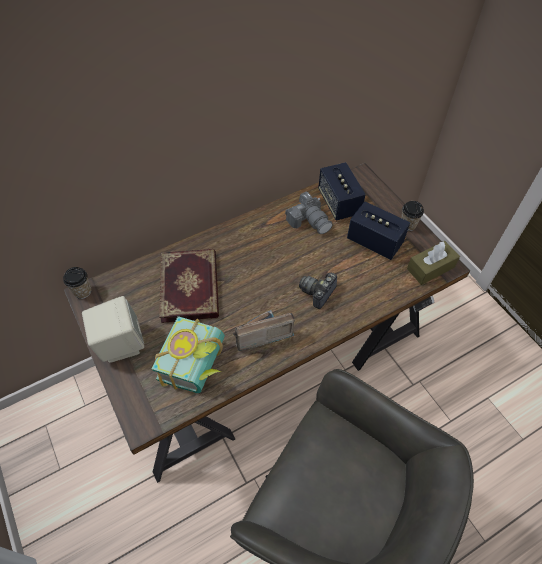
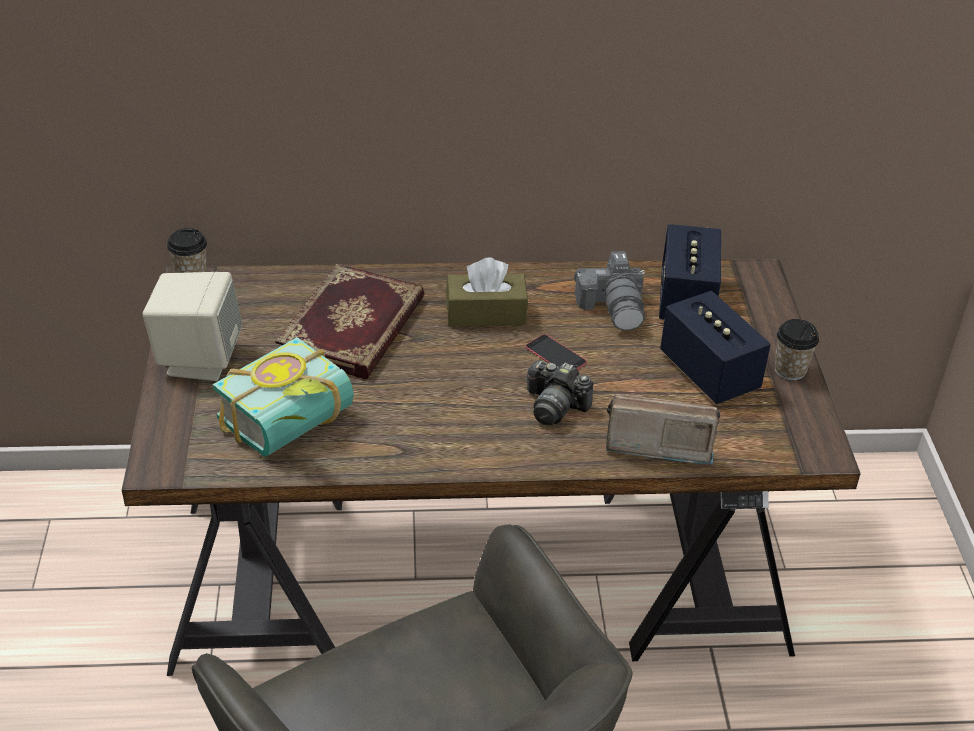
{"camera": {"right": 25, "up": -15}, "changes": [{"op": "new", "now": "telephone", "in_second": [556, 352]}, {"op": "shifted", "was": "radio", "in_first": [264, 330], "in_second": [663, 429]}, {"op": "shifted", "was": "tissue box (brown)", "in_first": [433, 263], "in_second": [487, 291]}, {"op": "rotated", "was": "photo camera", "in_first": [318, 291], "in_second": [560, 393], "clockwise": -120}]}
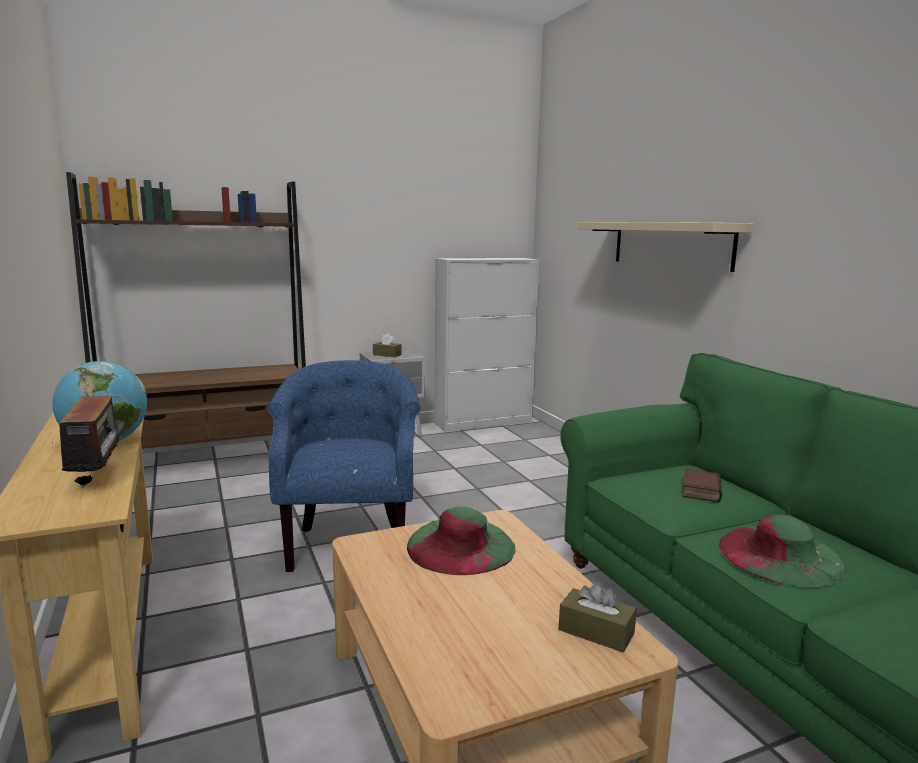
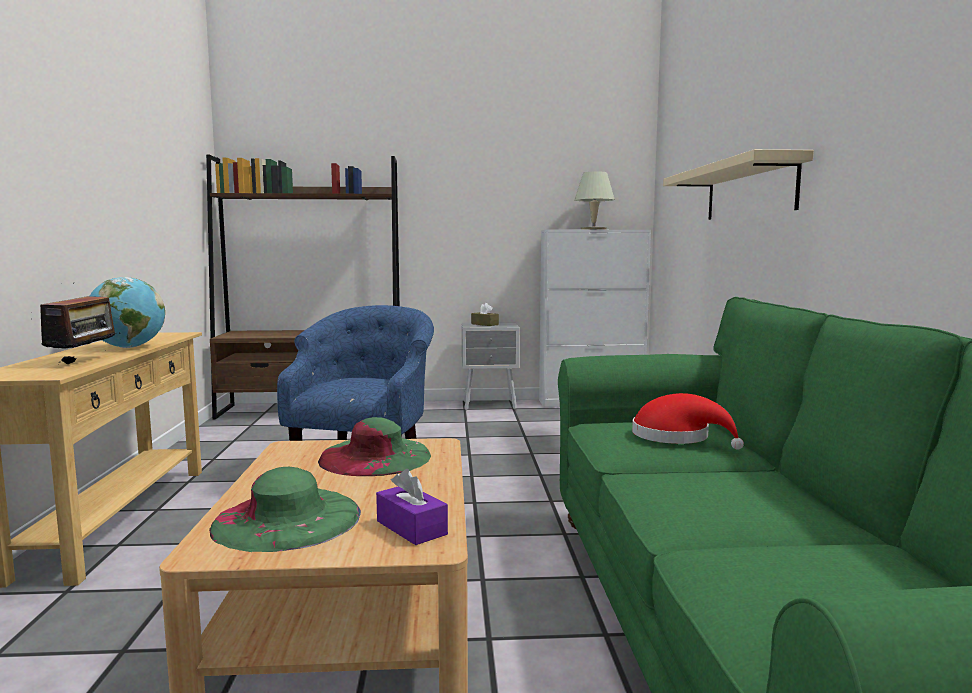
{"camera": {"right": 20, "up": -5}, "changes": [{"op": "new", "now": "tabletop lamp (sand-coloured)", "in_second": [594, 200]}, {"op": "shifted", "was": "wearable hat (green-coloured)", "in_first": [783, 550], "in_second": [285, 509]}, {"op": "swapped", "was": "book", "now": "wearable hat (red-coloured)", "in_first": [702, 485], "in_second": [688, 421]}, {"op": "repainted", "was": "tissue box (brown)", "now": "tissue box (purplish)", "in_first": [598, 616], "in_second": [412, 507]}]}
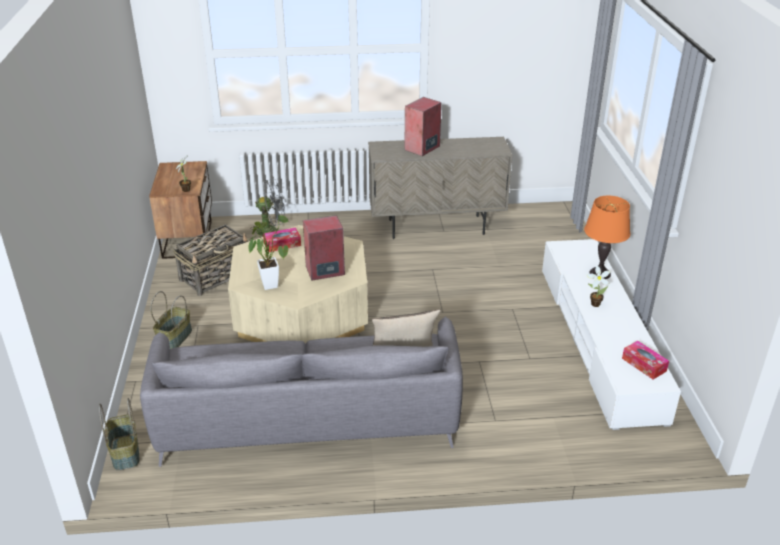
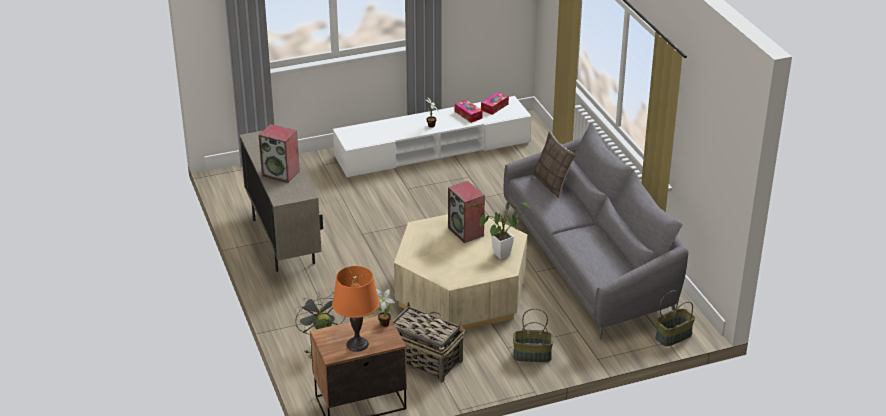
{"camera": {"right": -105, "up": 0}, "changes": [{"op": "shifted", "was": "tissue box", "in_first": [282, 239], "in_second": [469, 111]}, {"op": "shifted", "was": "tabletop lamp (orange)", "in_first": [607, 237], "in_second": [356, 309]}]}
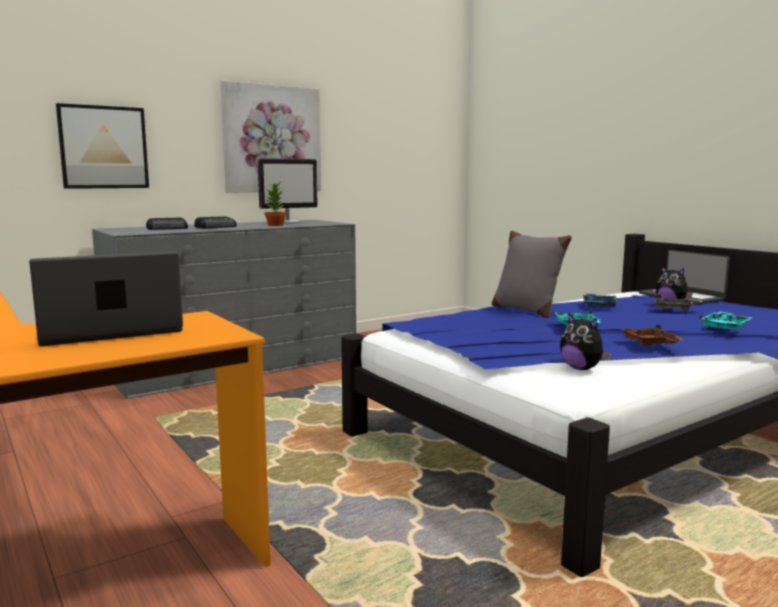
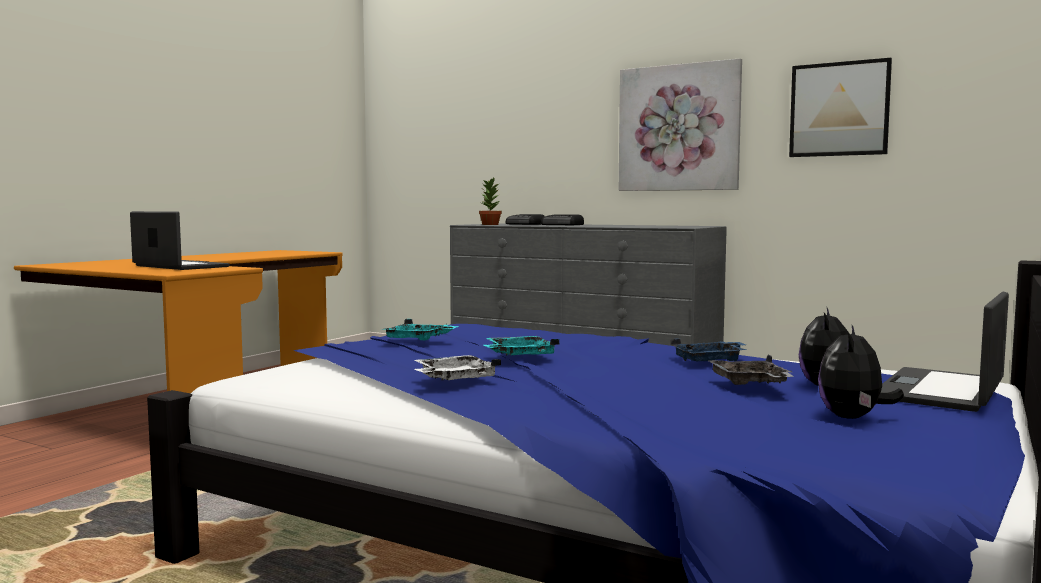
{"camera": {"right": 65, "up": -5}, "changes": [{"op": "gone", "was": "computer display", "in_first": [288, 191]}, {"op": "gone", "was": "cushion (grey)", "in_first": [532, 274]}, {"op": "shifted", "was": "picture", "in_first": [102, 146], "in_second": [840, 107]}, {"op": "shifted", "was": "potted plant", "in_first": [275, 204], "in_second": [490, 201]}, {"op": "shifted", "was": "soft toy", "in_first": [585, 341], "in_second": [861, 371]}, {"op": "shifted", "was": "carrying tray (turquoise-coloured)", "in_first": [726, 321], "in_second": [420, 330]}, {"op": "repainted", "was": "carrying tray (brown)", "now": "carrying tray (whitish)", "in_first": [652, 334], "in_second": [458, 367]}]}
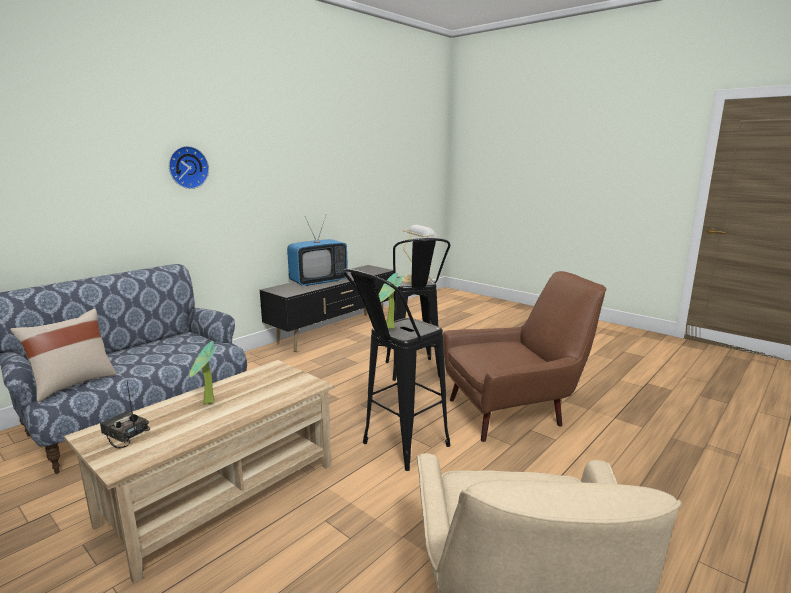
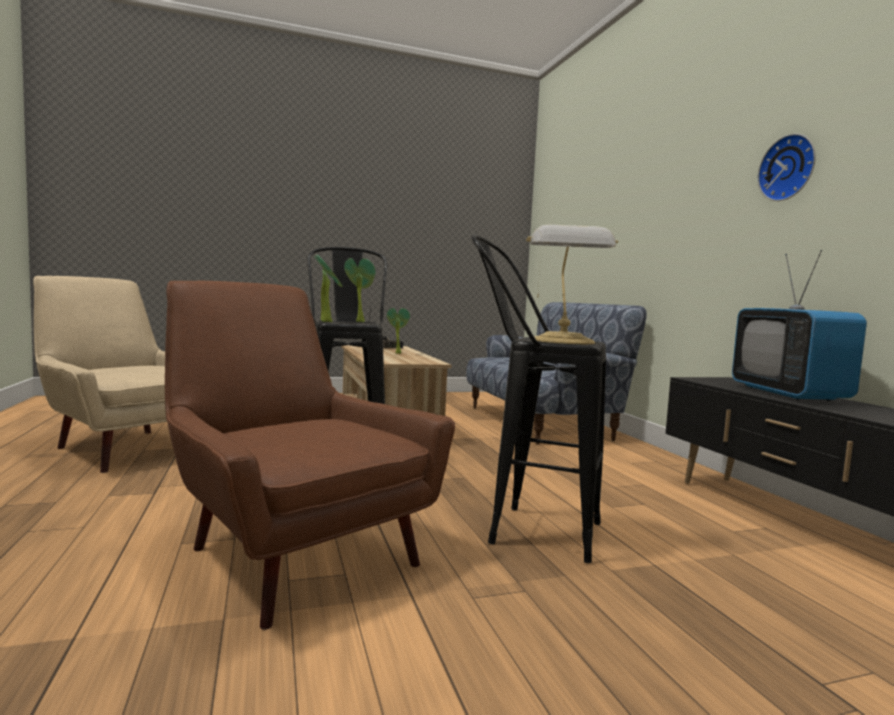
{"camera": {"right": 120, "up": -10}, "changes": [{"op": "gone", "was": "cushion (sand-coloured)", "in_first": [63, 355]}, {"op": "new", "now": "potted plant", "in_second": [328, 288]}, {"op": "shifted", "was": "hanging clock", "in_first": [189, 167], "in_second": [787, 167]}, {"op": "rotated", "was": "armchair (brown)", "in_first": [525, 356], "in_second": [310, 455], "clockwise": 120}]}
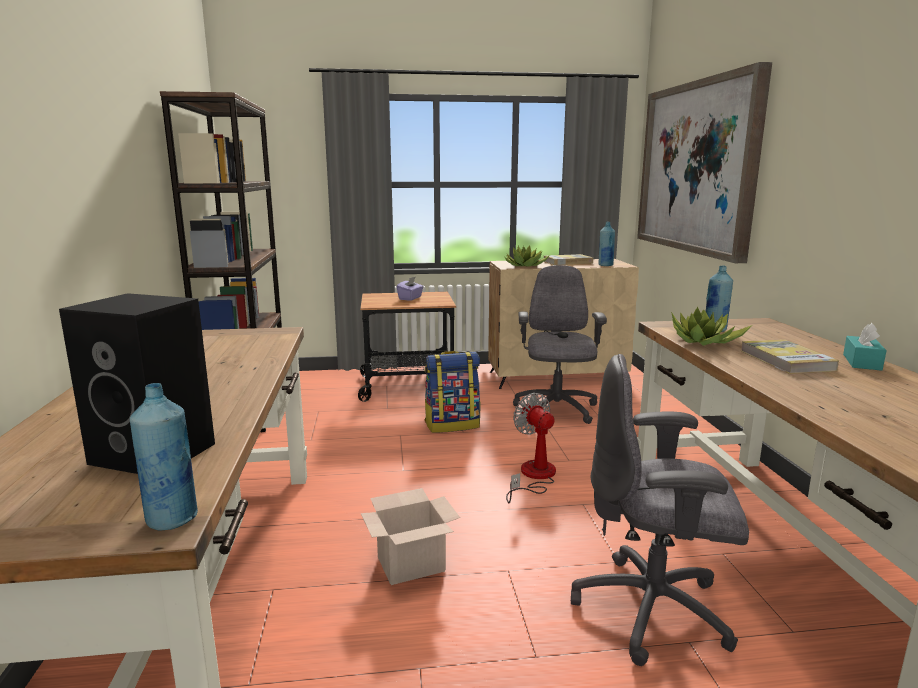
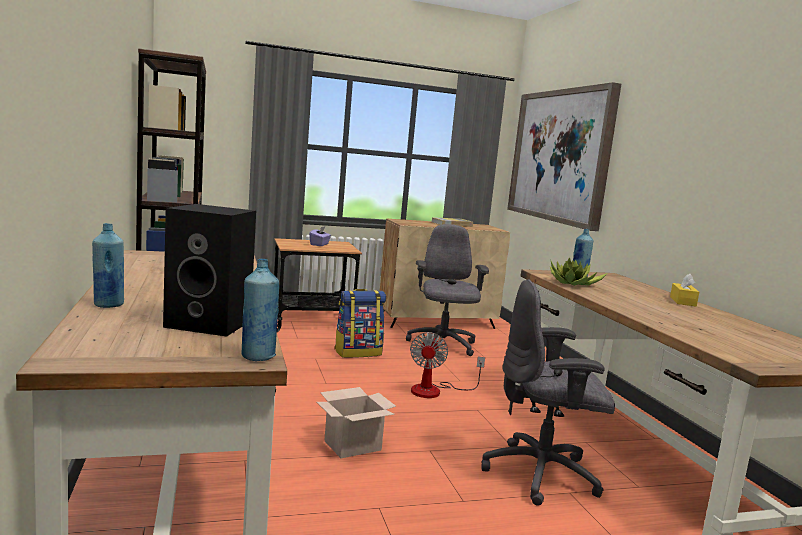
{"camera": {"right": -10, "up": -5}, "changes": [{"op": "gone", "was": "potted plant", "in_first": [528, 255]}, {"op": "gone", "was": "book", "in_first": [790, 356]}, {"op": "shifted", "was": "bottle (blue)", "in_first": [607, 244], "in_second": [108, 265]}, {"op": "repainted", "was": "tissue box (turquoise-coloured)", "now": "tissue box (yellow-coloured)", "in_first": [865, 347], "in_second": [684, 289]}, {"op": "rotated", "was": "fan", "in_first": [531, 448], "in_second": [447, 365], "clockwise": -135}]}
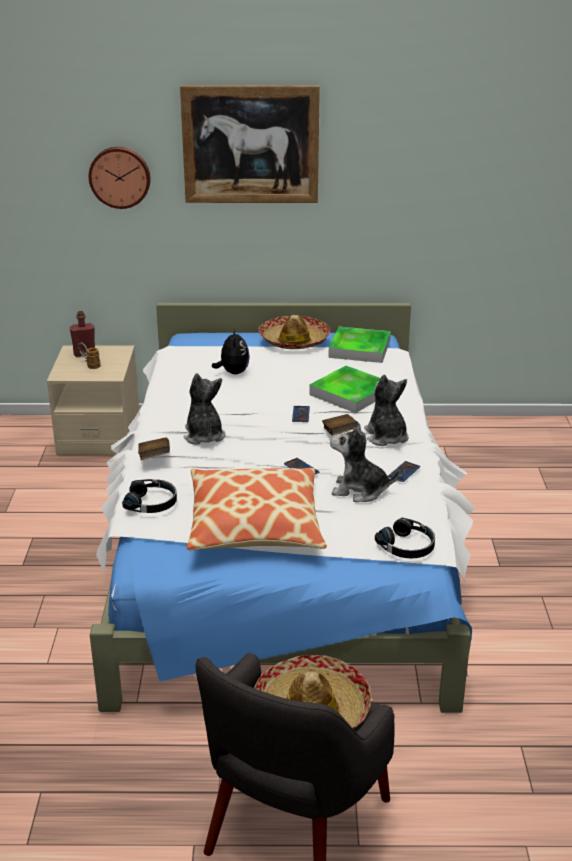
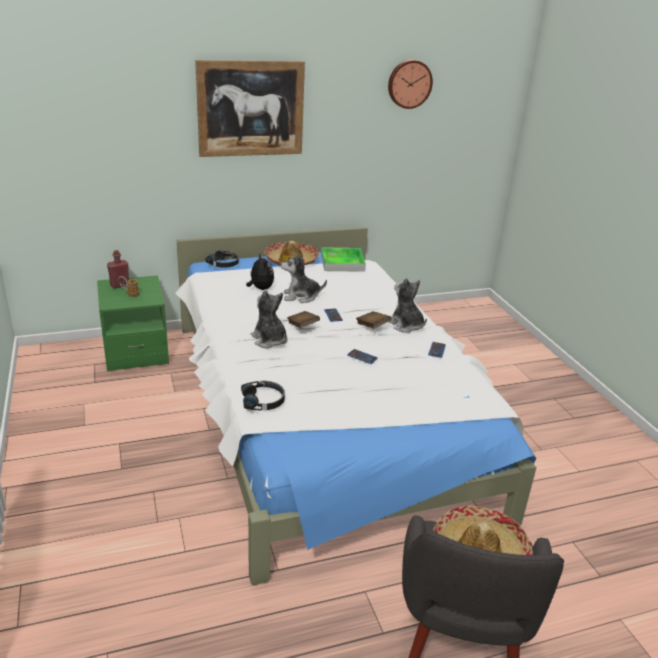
{"camera": {"right": -20, "up": 0}, "changes": [{"op": "gone", "was": "cushion", "in_first": [257, 509]}, {"op": "gone", "was": "carrying tray", "in_first": [344, 389]}, {"op": "shifted", "was": "hanging clock", "in_first": [119, 178], "in_second": [410, 84]}, {"op": "shifted", "was": "book (brown)", "in_first": [154, 448], "in_second": [303, 319]}, {"op": "shifted", "was": "soft toy", "in_first": [364, 462], "in_second": [304, 277]}, {"op": "shifted", "was": "pair of headphones (black)", "in_first": [405, 538], "in_second": [222, 259]}, {"op": "repainted", "was": "night table (sand-coloured)", "now": "night table (green-coloured)", "in_first": [93, 400], "in_second": [133, 323]}]}
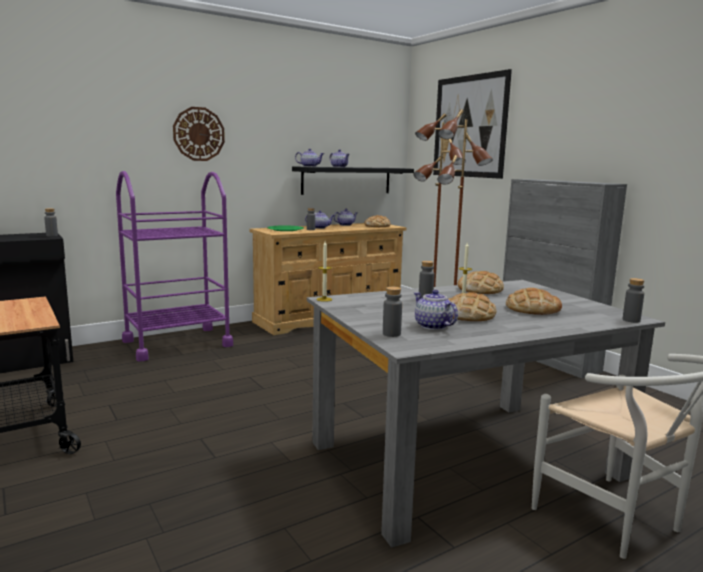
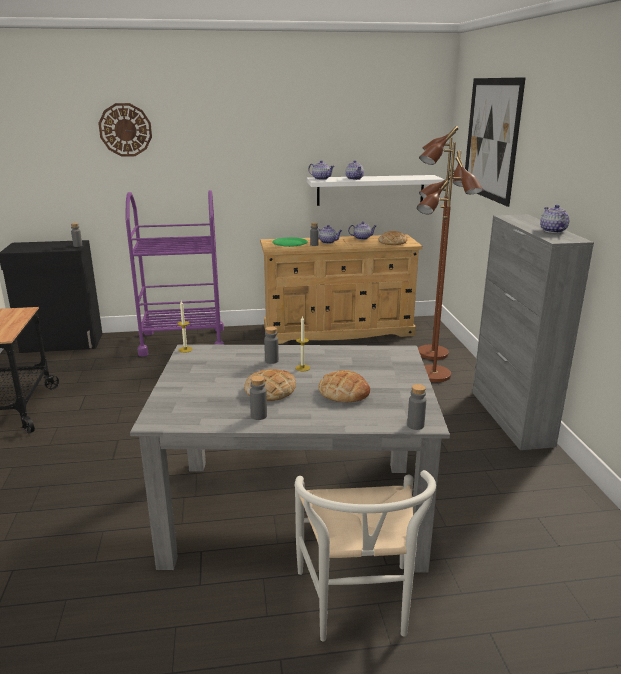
{"camera": {"right": 25, "up": 10}, "changes": [{"op": "gone", "was": "baked bread", "in_first": [481, 282]}, {"op": "shifted", "was": "hanging clock", "in_first": [199, 134], "in_second": [125, 130]}, {"op": "shifted", "was": "bottle (grey)", "in_first": [392, 312], "in_second": [258, 397]}, {"op": "shifted", "was": "teapot", "in_first": [436, 310], "in_second": [555, 219]}, {"op": "repainted", "was": "bracket shelf (black)", "now": "bracket shelf (whitish)", "in_first": [353, 181], "in_second": [376, 190]}]}
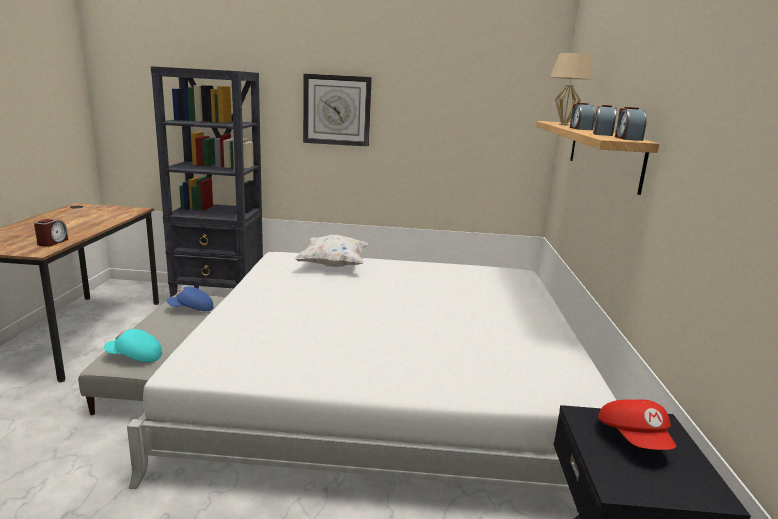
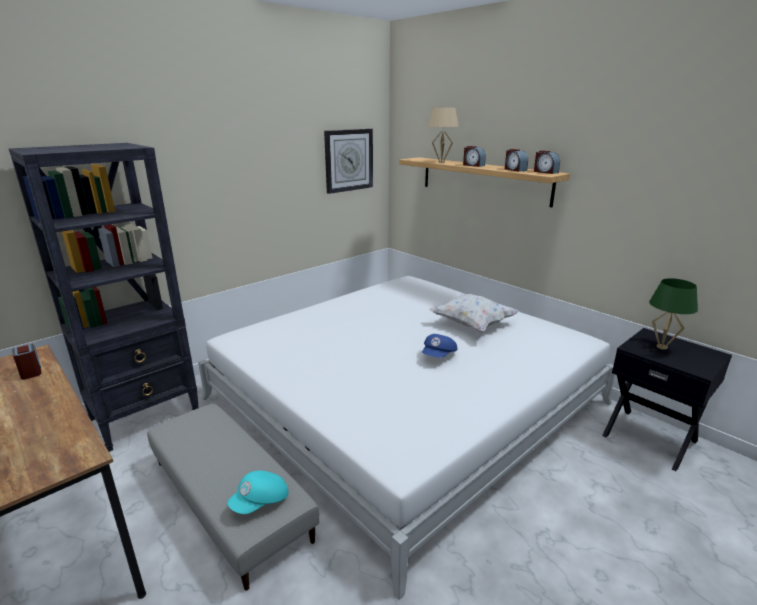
{"camera": {"right": -45, "up": 5}, "changes": [{"op": "shifted", "was": "alarm clock", "in_first": [51, 233], "in_second": [27, 362]}, {"op": "shifted", "was": "cap (blue)", "in_first": [190, 299], "in_second": [439, 346]}, {"op": "shifted", "was": "cushion (whitish)", "in_first": [331, 251], "in_second": [474, 313]}, {"op": "shifted", "was": "hanging clock", "in_first": [337, 110], "in_second": [348, 161]}, {"op": "swapped", "was": "cap (red-coloured)", "now": "tabletop lamp (green-coloured)", "in_first": [637, 424], "in_second": [673, 314]}]}
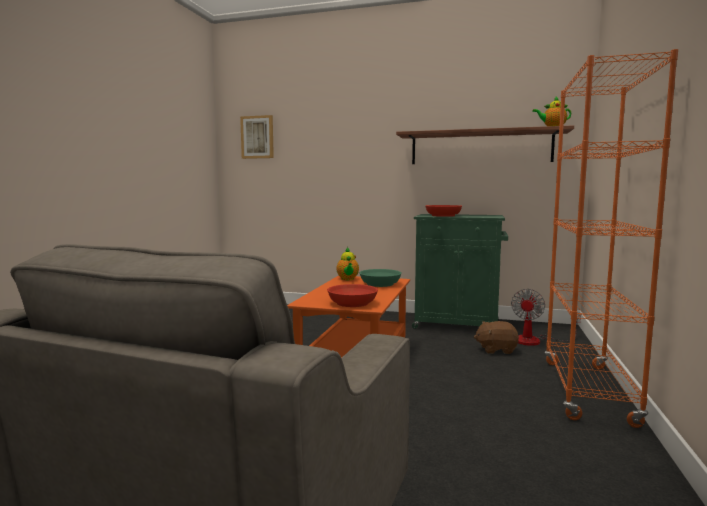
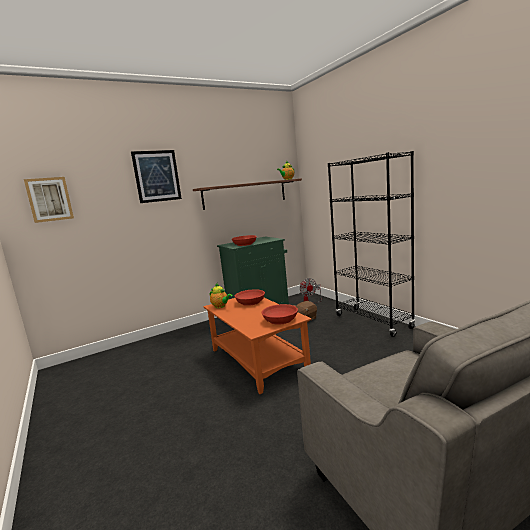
{"camera": {"right": -45, "up": 5}, "changes": [{"op": "new", "now": "picture", "in_second": [156, 176]}, {"op": "repainted", "was": "bowl (green-coloured)", "now": "bowl (red-coloured)", "in_first": [380, 278], "in_second": [249, 297]}, {"op": "repainted", "was": "shelving unit (orange)", "now": "shelving unit (black)", "in_first": [611, 238], "in_second": [371, 244]}]}
